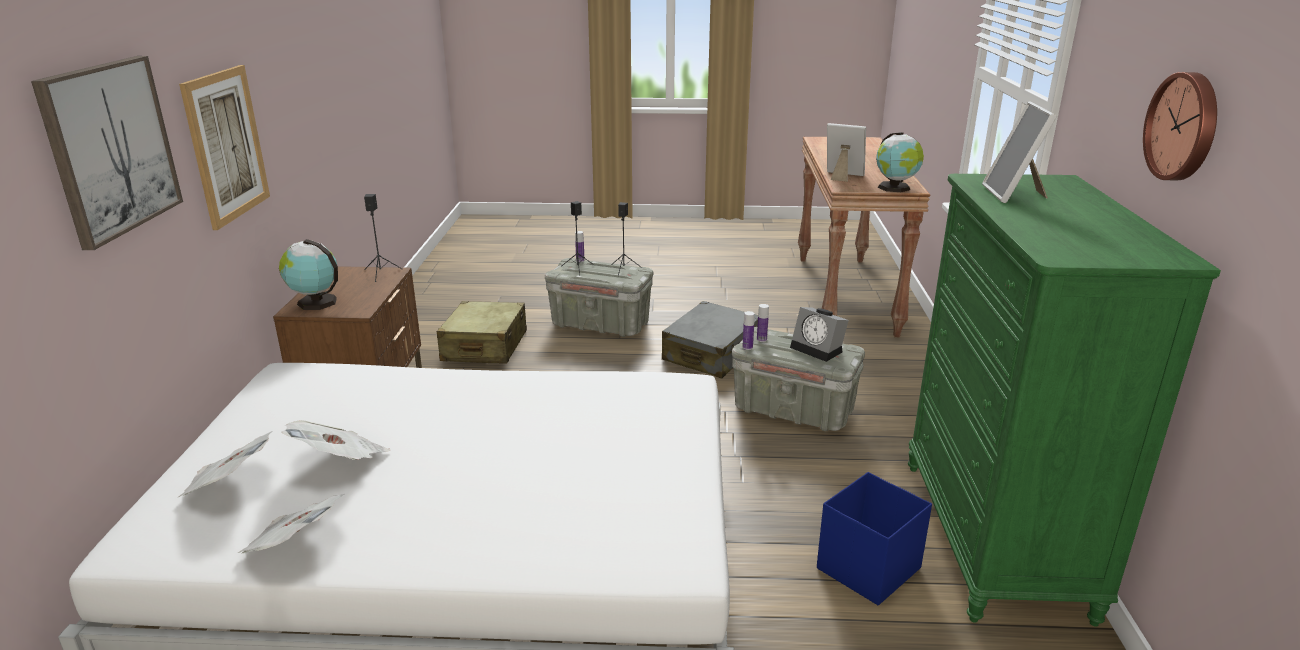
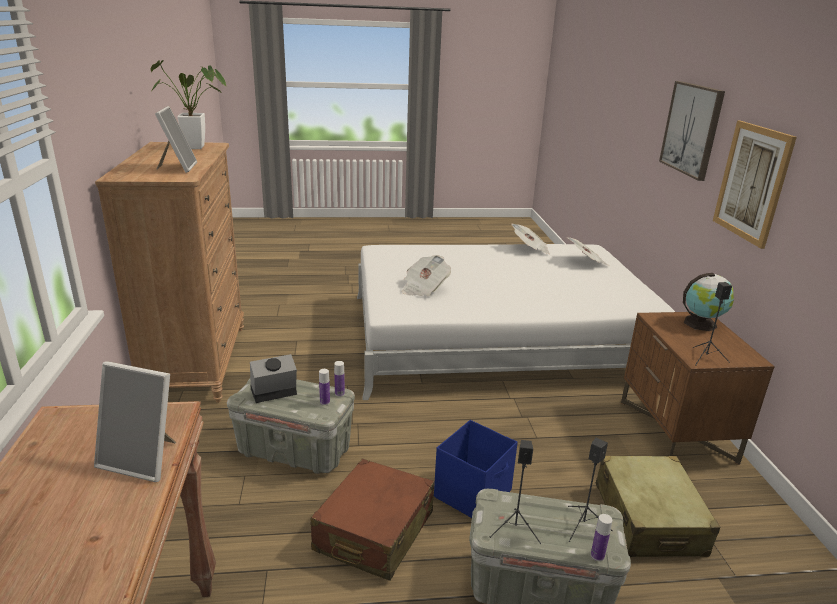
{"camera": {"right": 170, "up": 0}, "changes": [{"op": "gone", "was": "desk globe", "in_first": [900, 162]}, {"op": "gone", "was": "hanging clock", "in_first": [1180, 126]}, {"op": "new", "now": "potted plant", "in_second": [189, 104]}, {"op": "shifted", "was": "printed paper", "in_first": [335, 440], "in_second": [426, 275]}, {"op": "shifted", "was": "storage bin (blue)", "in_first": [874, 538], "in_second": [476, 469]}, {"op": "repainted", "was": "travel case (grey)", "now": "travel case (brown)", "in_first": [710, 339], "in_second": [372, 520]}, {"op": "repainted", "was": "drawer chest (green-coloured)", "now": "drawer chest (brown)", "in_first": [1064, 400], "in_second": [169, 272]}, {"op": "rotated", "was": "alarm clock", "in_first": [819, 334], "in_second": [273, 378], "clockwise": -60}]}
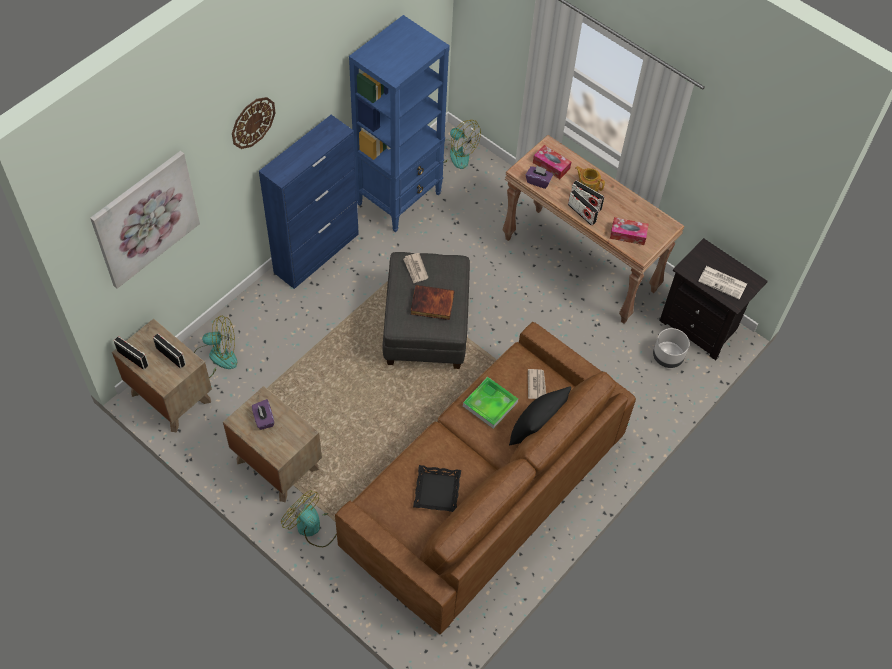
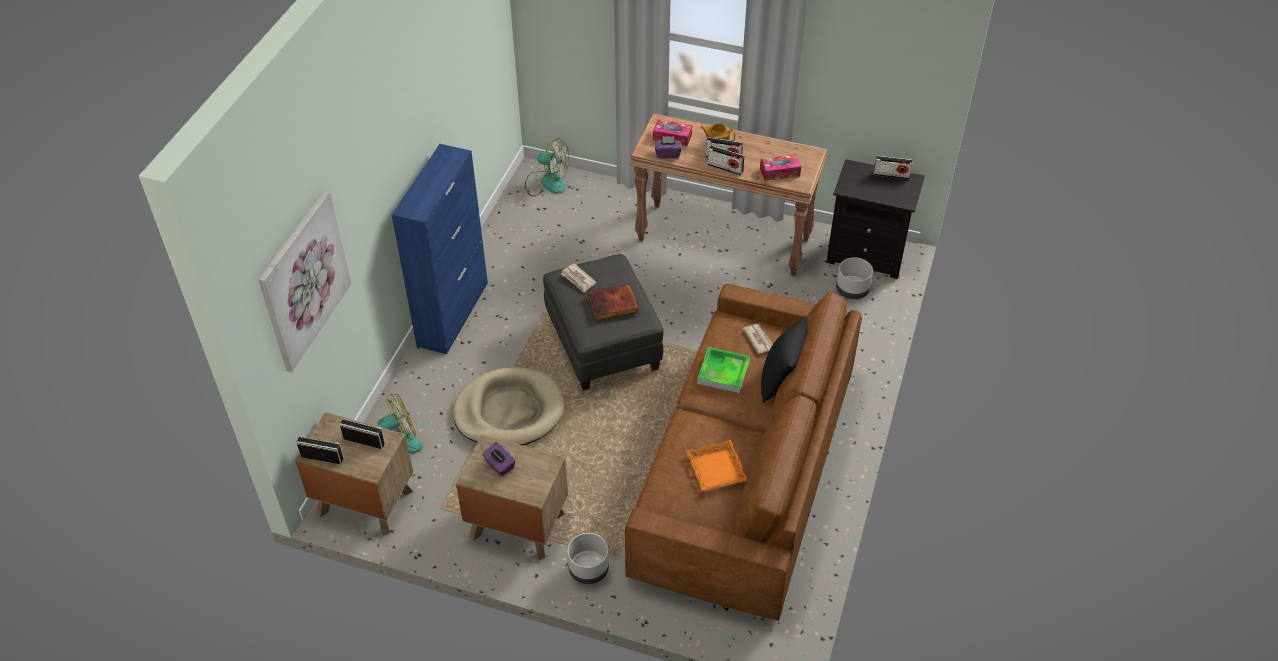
{"camera": {"right": -20, "up": -10}, "changes": [{"op": "gone", "was": "hanging clock", "in_first": [254, 123]}, {"op": "gone", "was": "shelving unit (blue)", "in_first": [399, 124]}, {"op": "gone", "was": "printed paper", "in_first": [722, 282]}, {"op": "new", "now": "dog cushion (sand-coloured)", "in_second": [508, 406]}, {"op": "new", "now": "radio", "in_second": [893, 167]}, {"op": "swapped", "was": "fan", "now": "planter (grey)", "in_first": [309, 518], "in_second": [588, 558]}, {"op": "repainted", "was": "carrying tray (black)", "now": "carrying tray (orange)", "in_first": [437, 488], "in_second": [716, 466]}]}
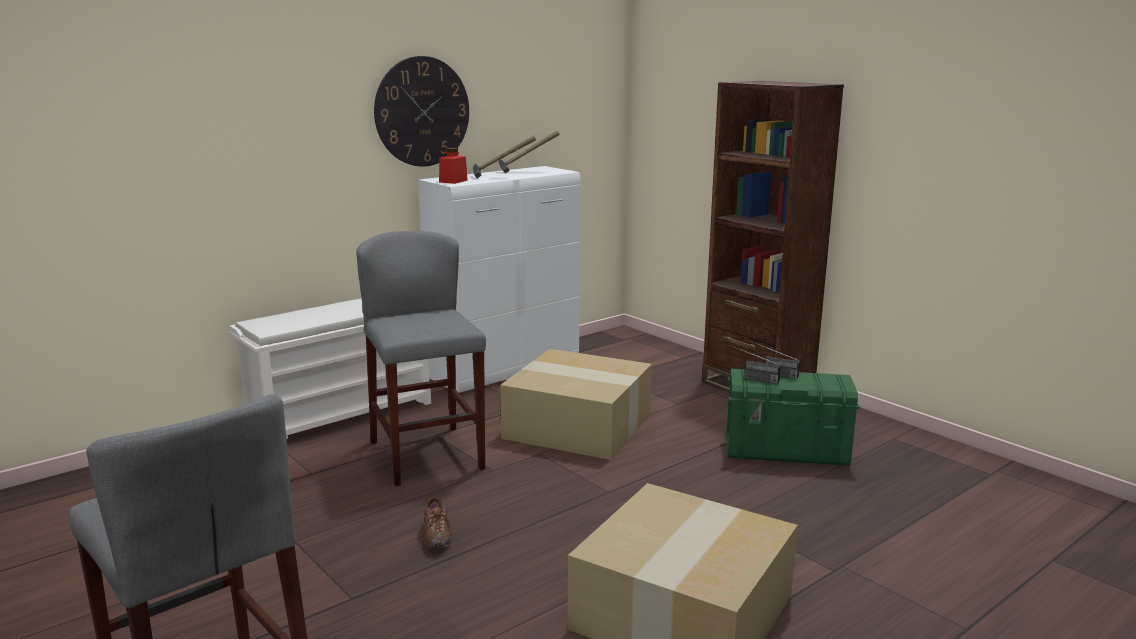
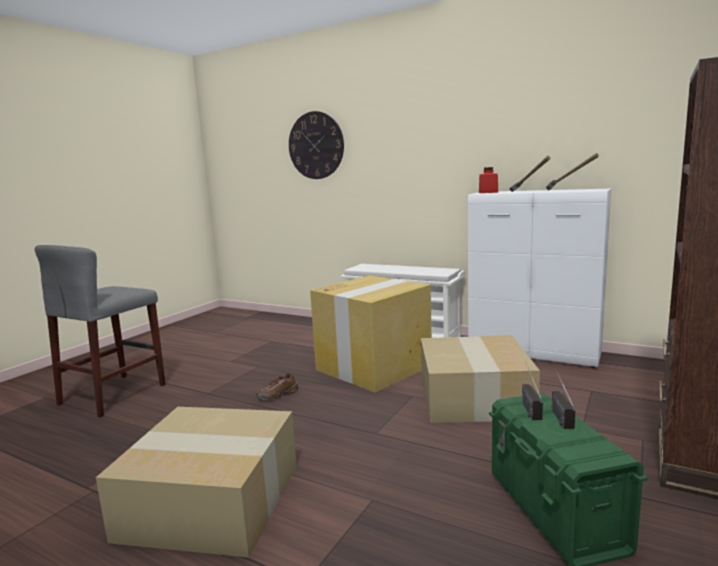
{"camera": {"right": 70, "up": -5}, "changes": [{"op": "shifted", "was": "hanging clock", "in_first": [421, 111], "in_second": [316, 145]}, {"op": "swapped", "was": "stool (grey)", "now": "packing box", "in_first": [421, 358], "in_second": [371, 333]}]}
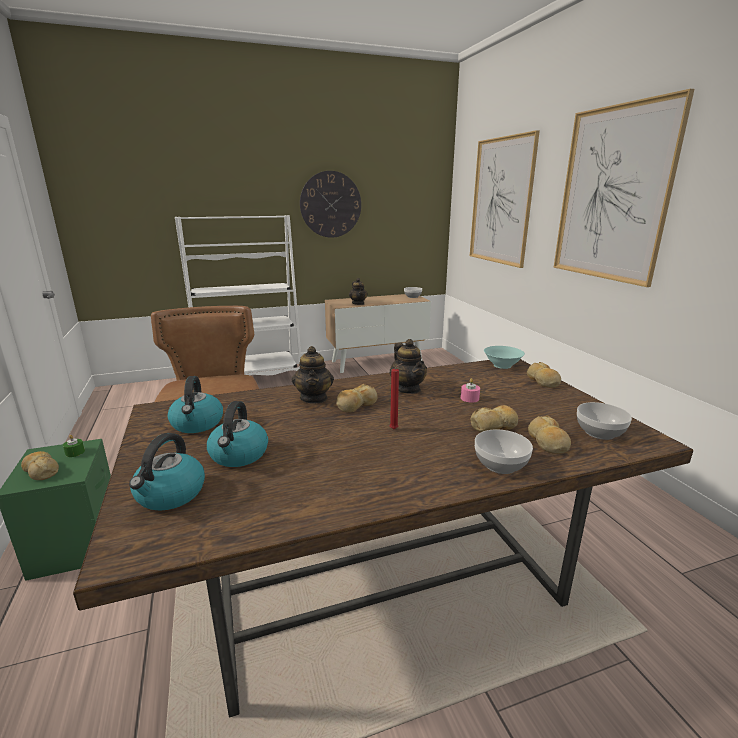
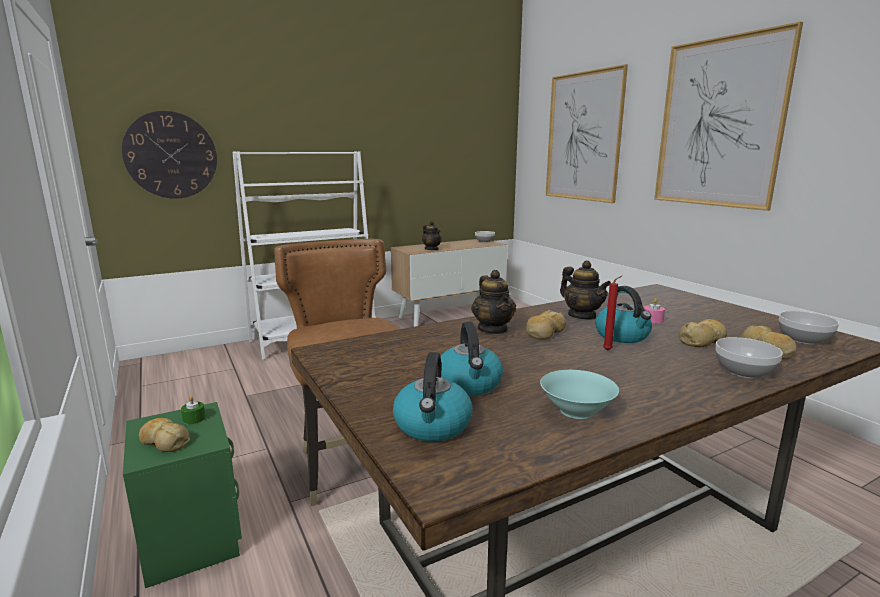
{"camera": {"right": -10, "up": -5}, "changes": [{"op": "gone", "was": "baked bread", "in_first": [544, 375]}, {"op": "shifted", "was": "kettle", "in_first": [195, 404], "in_second": [623, 314]}, {"op": "shifted", "was": "hanging clock", "in_first": [330, 204], "in_second": [169, 155]}, {"op": "shifted", "was": "bowl (turquoise-coloured)", "in_first": [504, 357], "in_second": [579, 394]}]}
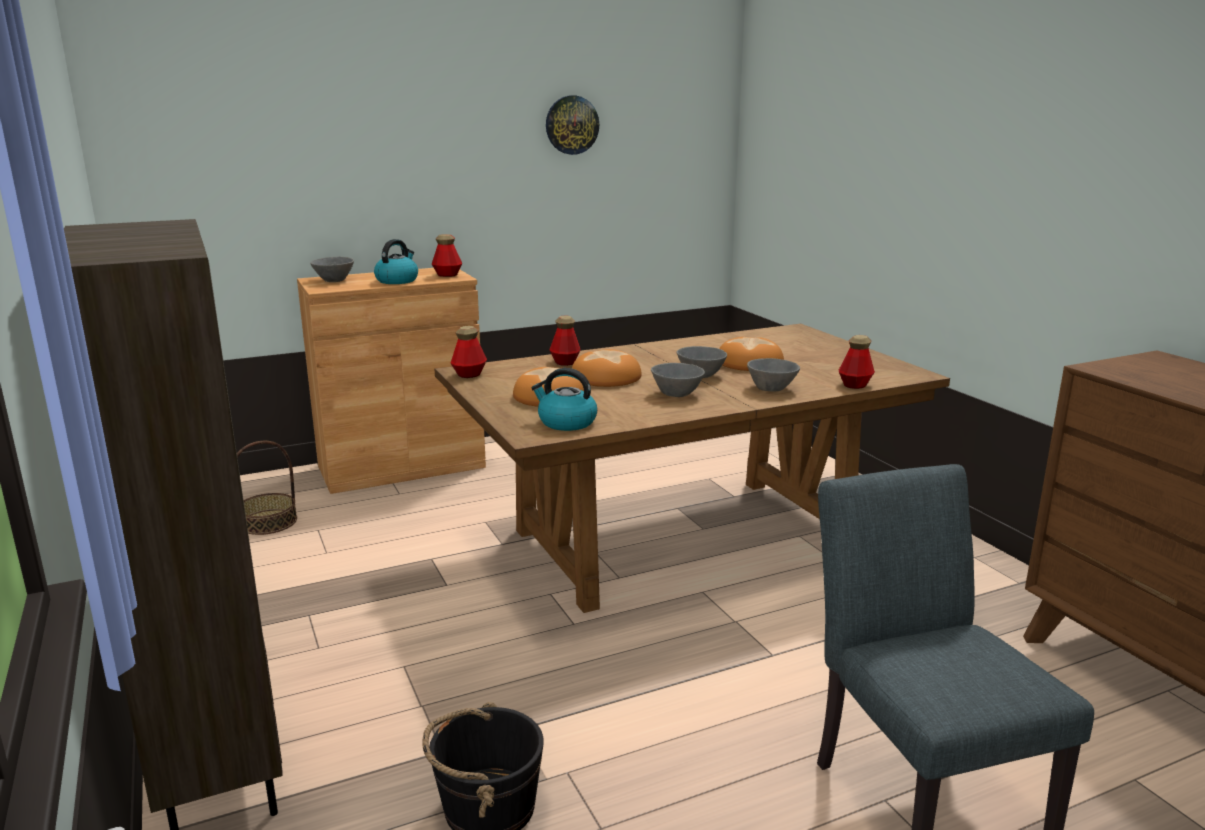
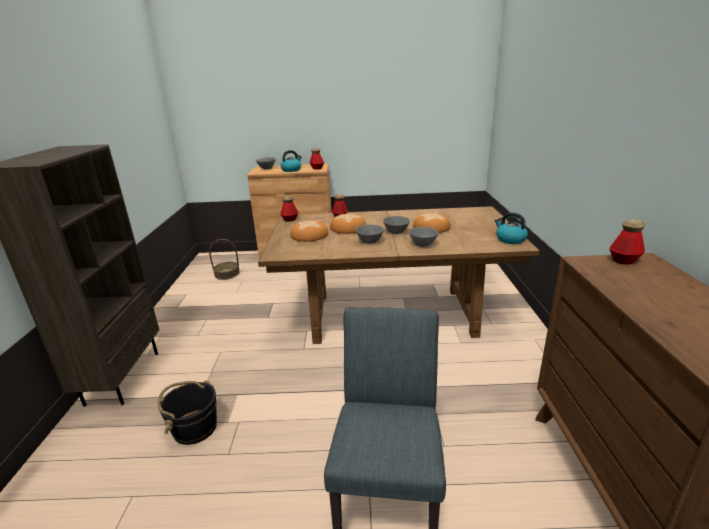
{"camera": {"right": 25, "up": 5}, "changes": [{"op": "gone", "was": "hanging clock", "in_first": [572, 125]}, {"op": "shifted", "was": "kettle", "in_first": [564, 399], "in_second": [511, 228]}, {"op": "shifted", "was": "bottle", "in_first": [857, 362], "in_second": [627, 241]}]}
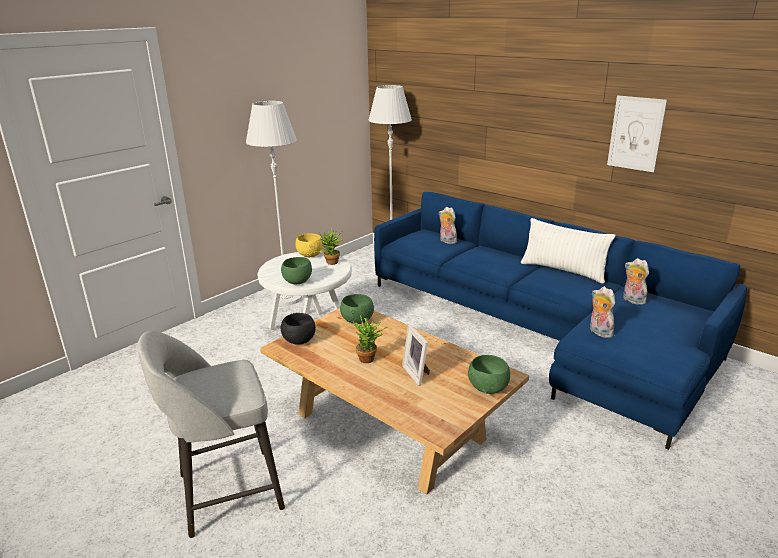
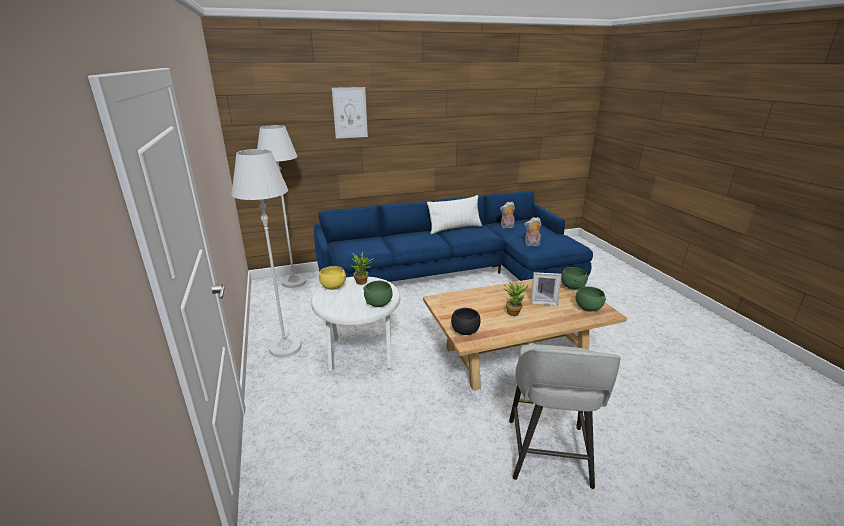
{"camera": {"right": -60, "up": 0}, "changes": [{"op": "gone", "was": "soft toy", "in_first": [448, 225]}, {"op": "shifted", "was": "bowl (green-coloured)", "in_first": [357, 309], "in_second": [591, 298]}, {"op": "shifted", "was": "picture", "in_first": [637, 134], "in_second": [350, 113]}]}
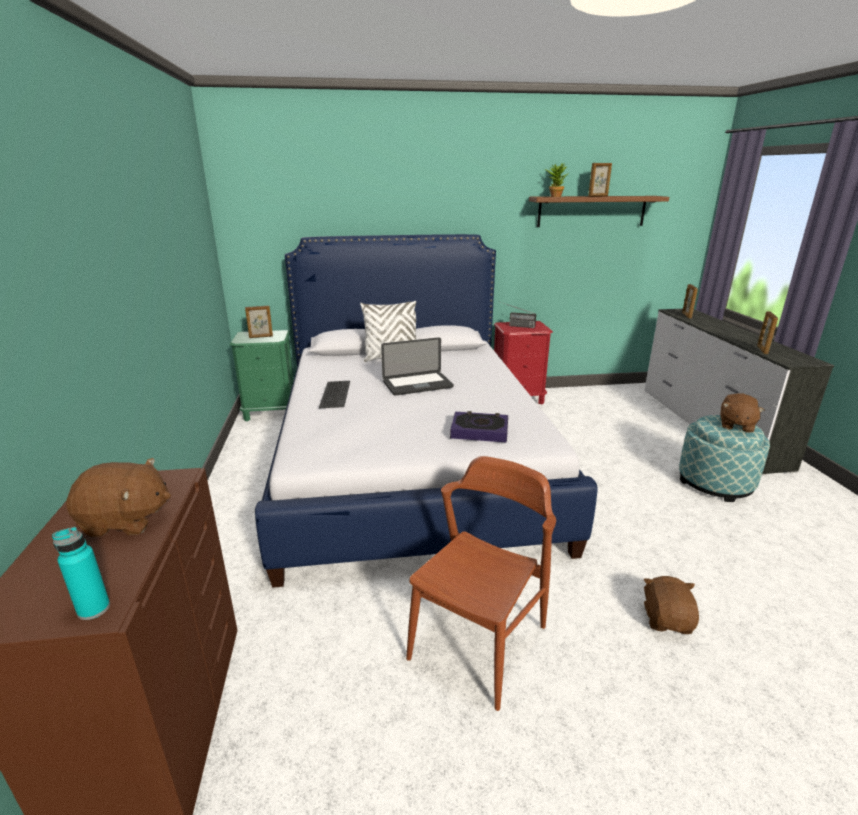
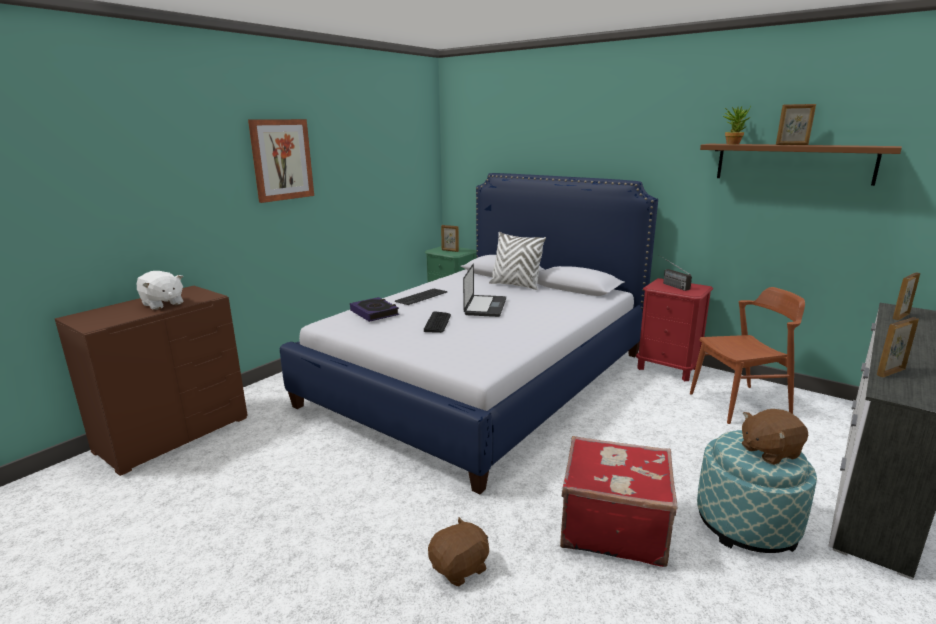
{"camera": {"right": 45, "up": -5}, "changes": [{"op": "gone", "was": "bottle (turquoise-coloured)", "in_first": [81, 573]}, {"op": "new", "now": "picture", "in_second": [281, 161]}, {"op": "new", "now": "keyboard", "in_second": [437, 322]}, {"op": "new", "now": "travel case (red-coloured)", "in_second": [619, 501]}, {"op": "shifted", "was": "chair (brown)", "in_first": [481, 583], "in_second": [747, 355]}, {"op": "shifted", "was": "book", "in_first": [479, 426], "in_second": [374, 309]}, {"op": "repainted", "was": "soft toy (brown)", "now": "soft toy (whitish)", "in_first": [118, 497], "in_second": [160, 290]}, {"op": "rotated", "was": "laptop", "in_first": [417, 366], "in_second": [484, 290], "clockwise": -105}]}
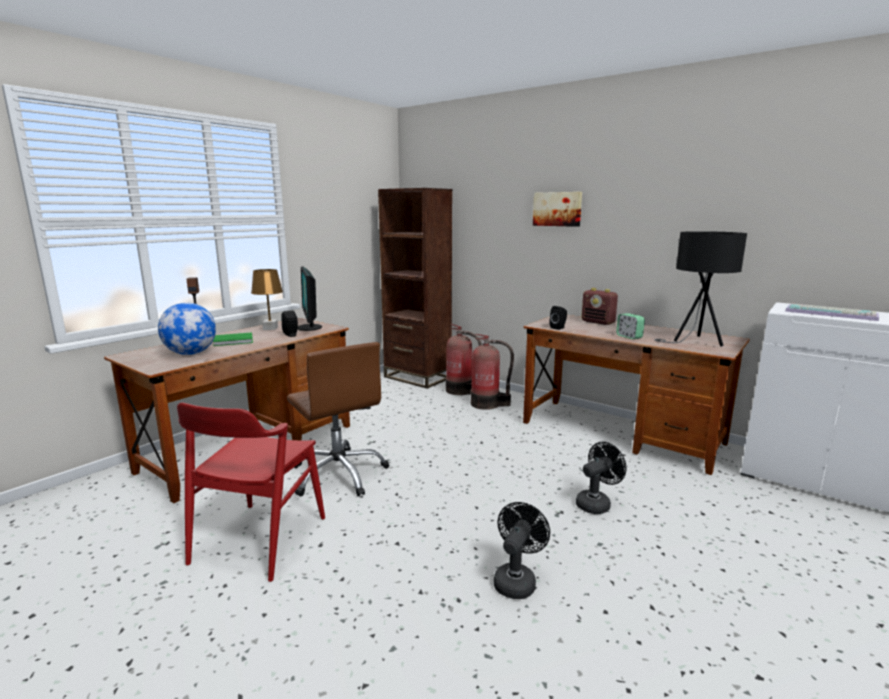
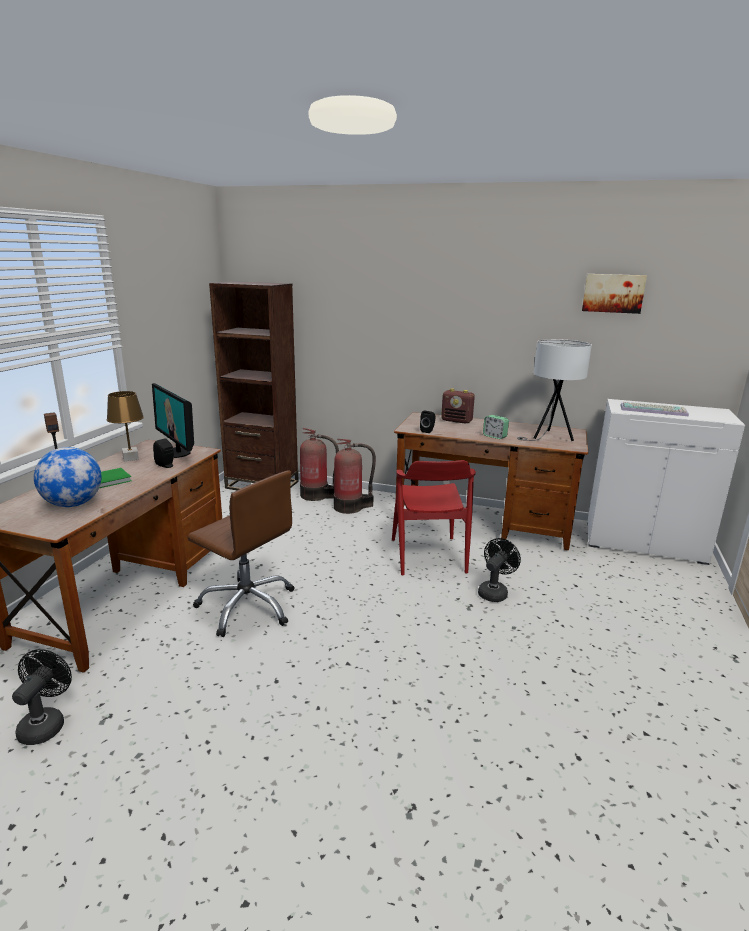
{"camera": {"right": -20, "up": 5}, "changes": [{"op": "shifted", "was": "chair (red-coloured)", "in_first": [251, 492], "in_second": [434, 518]}, {"op": "shifted", "was": "fan (black)", "in_first": [522, 550], "in_second": [42, 697]}, {"op": "shifted", "was": "picture", "in_first": [557, 209], "in_second": [614, 294]}, {"op": "repainted", "was": "tabletop lamp (black)", "now": "tabletop lamp (whitish)", "in_first": [700, 289], "in_second": [554, 390]}]}
